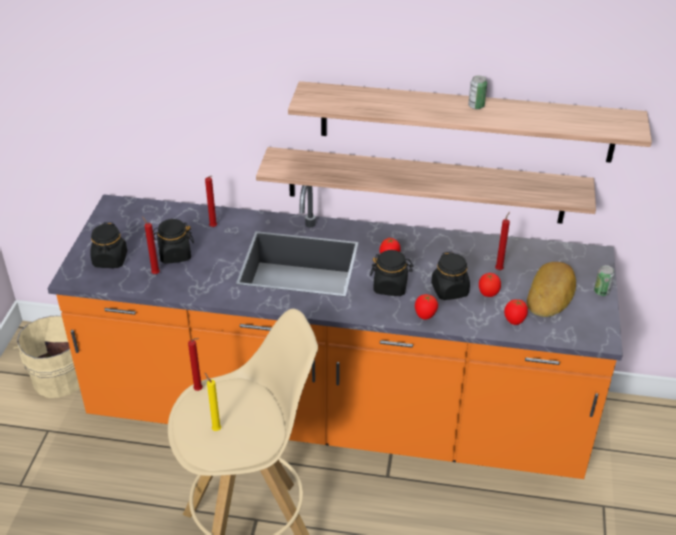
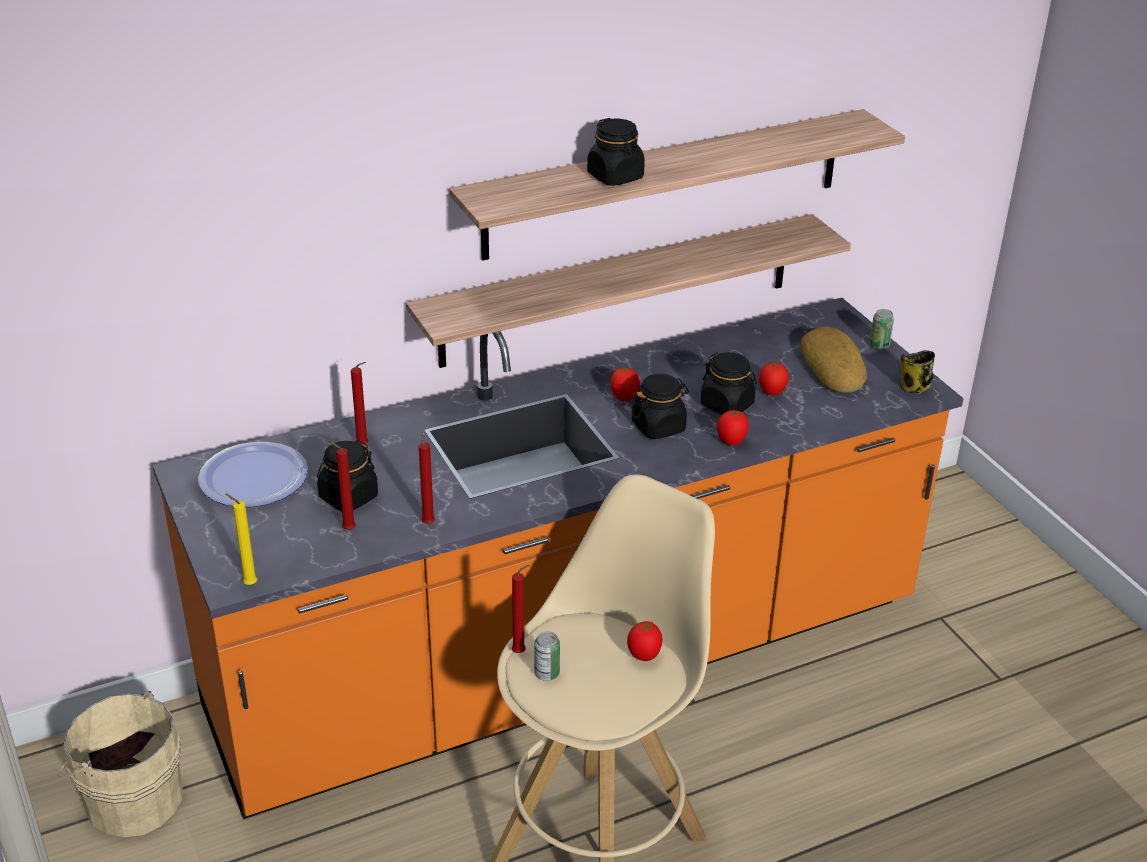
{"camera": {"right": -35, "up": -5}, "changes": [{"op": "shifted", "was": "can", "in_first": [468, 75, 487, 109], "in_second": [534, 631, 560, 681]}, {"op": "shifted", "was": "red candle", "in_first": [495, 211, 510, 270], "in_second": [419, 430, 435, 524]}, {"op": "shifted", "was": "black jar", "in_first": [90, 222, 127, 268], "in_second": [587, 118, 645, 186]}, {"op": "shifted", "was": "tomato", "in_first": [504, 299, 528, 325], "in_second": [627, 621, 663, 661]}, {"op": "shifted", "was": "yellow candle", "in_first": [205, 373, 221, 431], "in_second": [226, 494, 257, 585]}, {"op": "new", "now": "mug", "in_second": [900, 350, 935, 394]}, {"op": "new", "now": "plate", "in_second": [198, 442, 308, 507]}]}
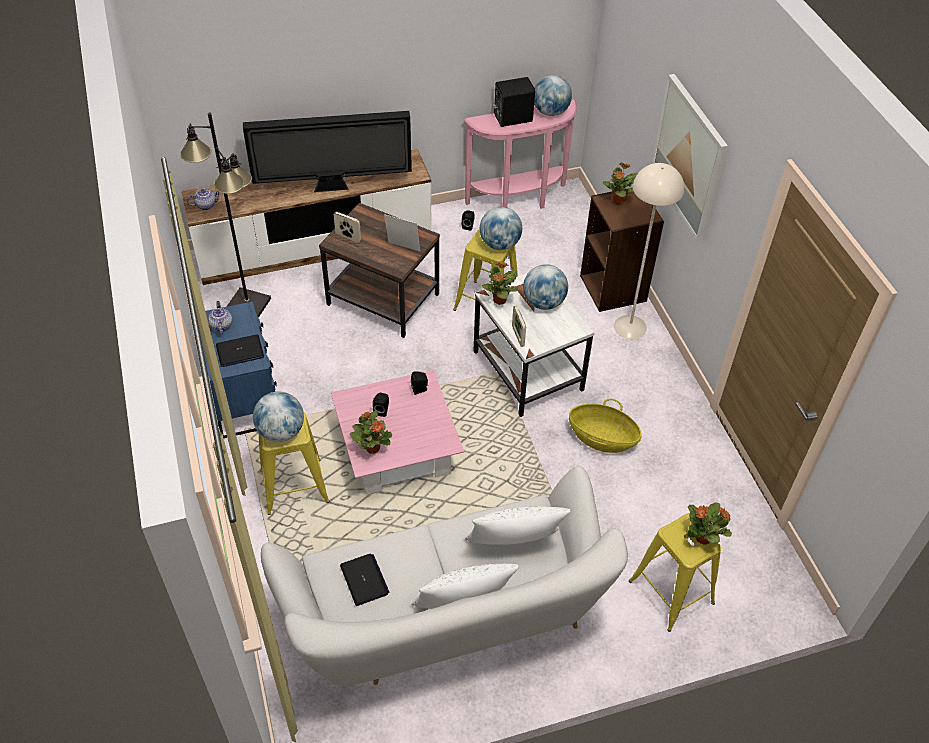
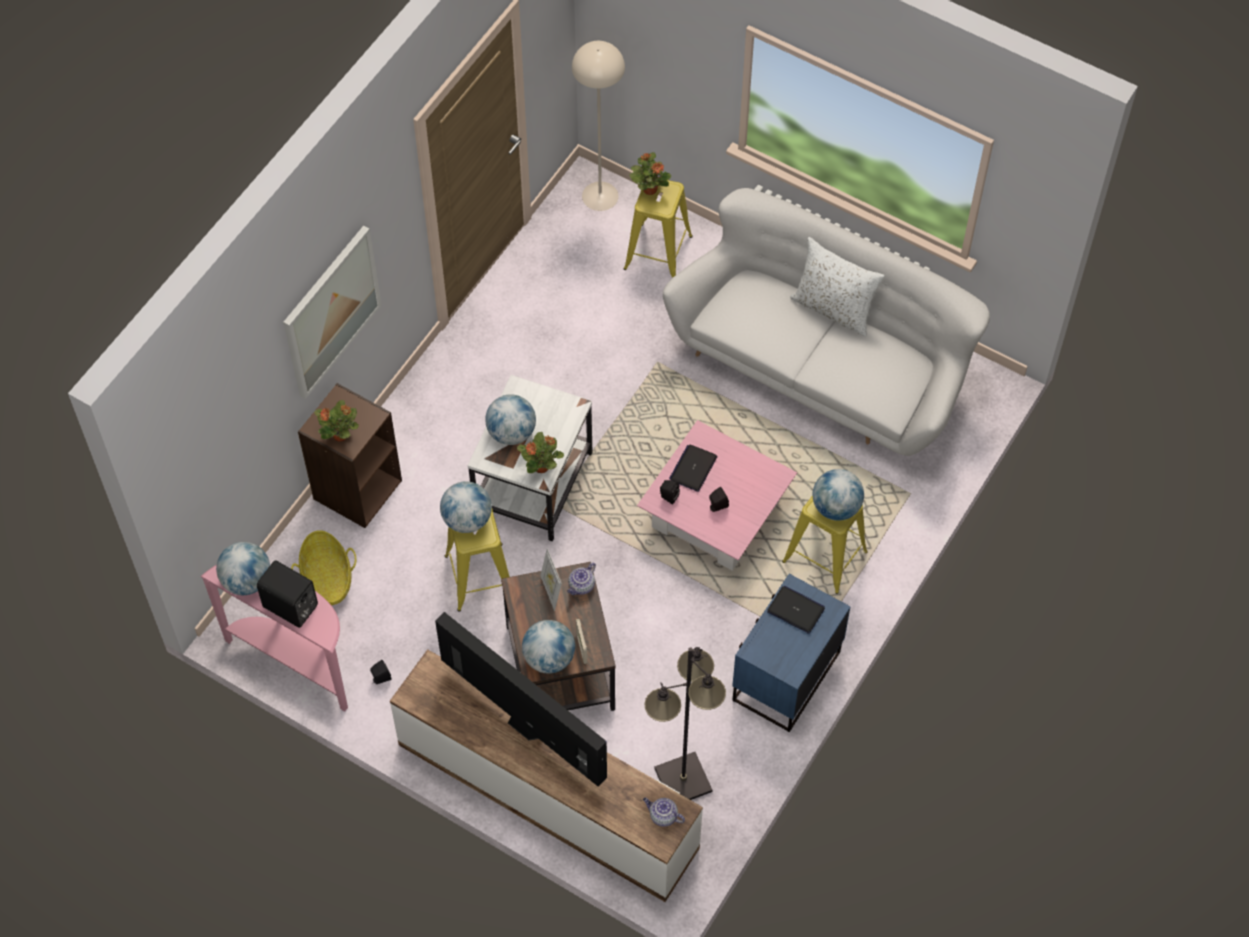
{"camera": {"right": -130, "up": 10}, "changes": [{"op": "shifted", "was": "beige floor lamp", "in_first": [614, 163, 684, 339], "in_second": [572, 41, 625, 211]}, {"op": "shifted", "was": "teapot", "in_first": [208, 301, 232, 334], "in_second": [567, 562, 596, 595]}, {"op": "gone", "was": "picture frame", "in_first": [512, 306, 526, 347]}, {"op": "shifted", "was": "basket", "in_first": [569, 398, 642, 453], "in_second": [291, 530, 356, 605]}, {"op": "gone", "was": "potted plant", "in_first": [350, 411, 392, 453]}, {"op": "gone", "was": "white pillow", "in_first": [465, 506, 571, 545]}, {"op": "shifted", "was": "laptop", "in_first": [340, 554, 390, 606], "in_second": [669, 445, 718, 492]}, {"op": "new", "now": "globe", "in_second": [522, 620, 575, 673]}]}
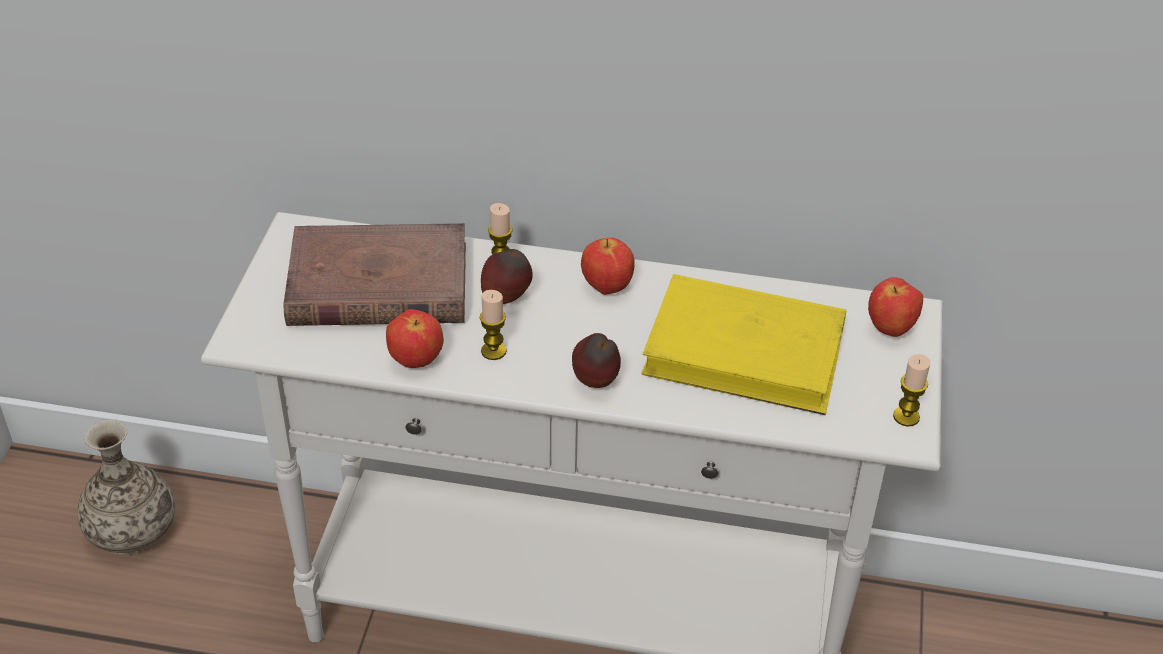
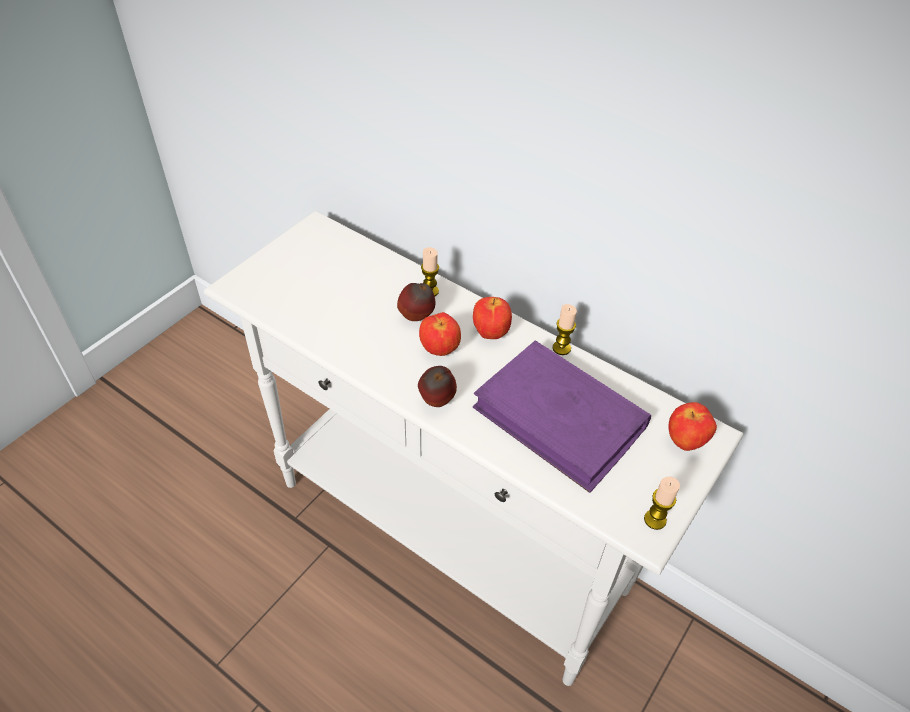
{"camera": {"right": 25, "up": 5}, "changes": [{"op": "gone", "was": "brown book", "in_first": [283, 223, 466, 326]}, {"op": "repainted", "was": "yellow book", "now": "purple book", "in_first": [642, 274, 847, 415], "in_second": [473, 340, 651, 493]}, {"op": "shifted", "was": "candle", "in_first": [480, 290, 507, 360], "in_second": [553, 304, 577, 355]}, {"op": "shifted", "was": "apple", "in_first": [386, 309, 444, 368], "in_second": [419, 312, 461, 356]}, {"op": "gone", "was": "vase", "in_first": [78, 420, 175, 555]}]}
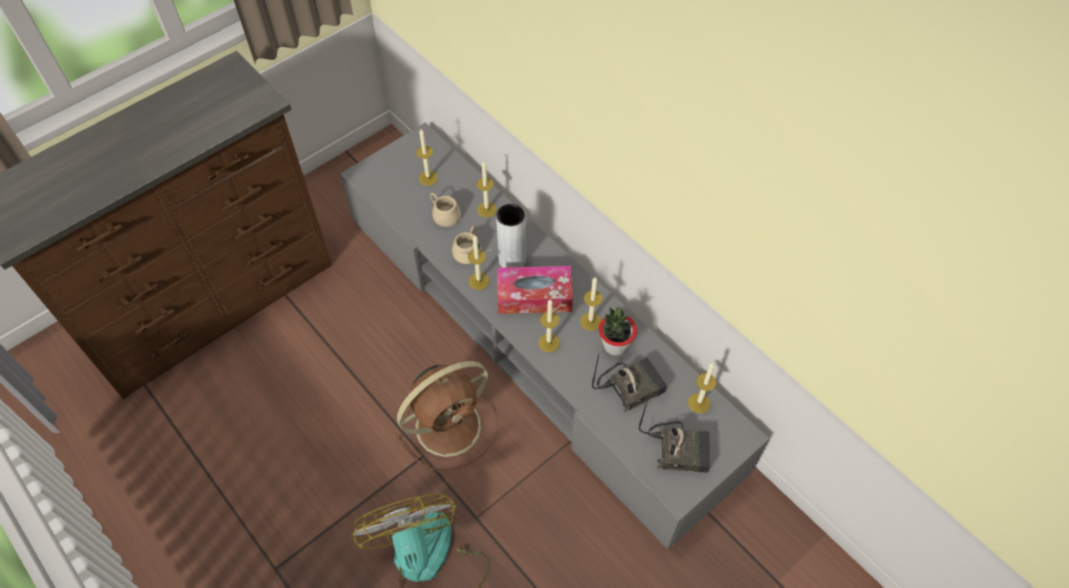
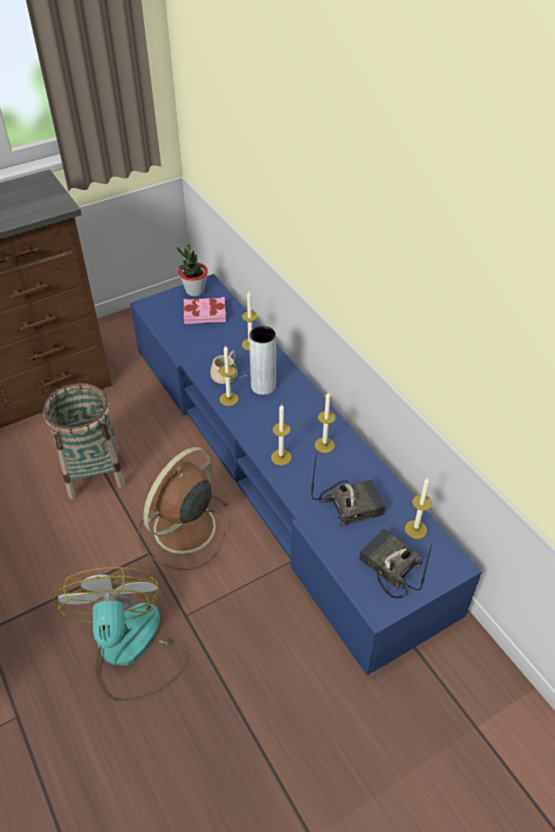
{"camera": {"right": 10, "up": -10}, "changes": [{"op": "repainted", "was": "grey tv stand", "now": "blue tv stand", "in_first": [340, 123, 770, 550], "in_second": [130, 274, 482, 675]}, {"op": "swapped", "was": "candle", "now": "pink book", "in_first": [416, 129, 438, 186], "in_second": [184, 297, 226, 324]}, {"op": "gone", "was": "beige mug", "in_first": [430, 193, 461, 227]}, {"op": "gone", "was": "tissue box", "in_first": [497, 266, 573, 314]}, {"op": "shifted", "was": "potted plant", "in_first": [599, 307, 637, 356], "in_second": [177, 244, 208, 297]}, {"op": "rotated", "was": "brown fan", "in_first": [395, 361, 498, 471], "in_second": [137, 447, 229, 570], "clockwise": 150}, {"op": "rotated", "was": "radio", "in_first": [639, 397, 710, 473], "in_second": [359, 529, 432, 599], "clockwise": -150}, {"op": "new", "now": "basket", "in_second": [43, 383, 126, 500]}]}
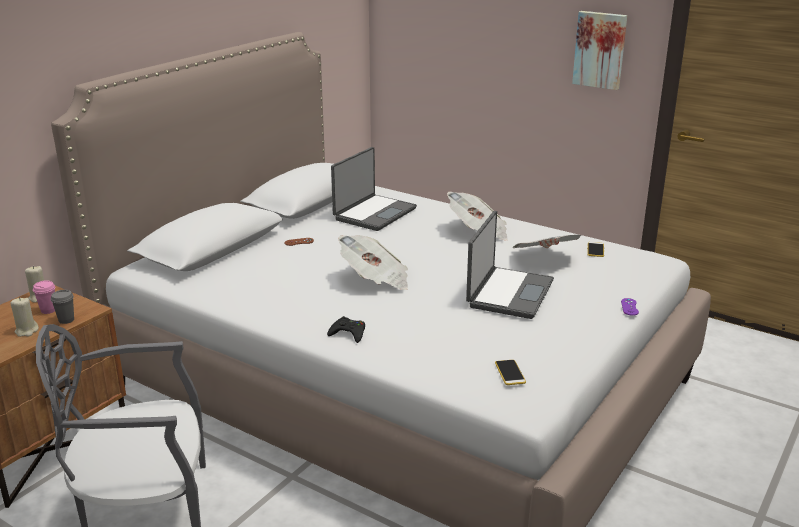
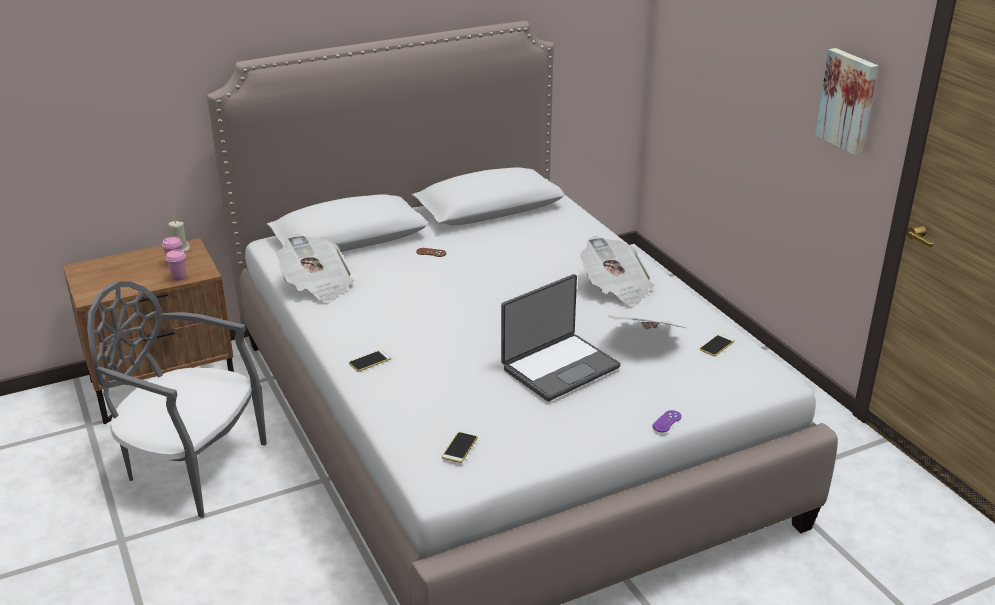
{"camera": {"right": 30, "up": 5}, "changes": [{"op": "gone", "was": "laptop", "in_first": [331, 147, 417, 231]}, {"op": "shifted", "was": "newspaper", "in_first": [338, 235, 408, 290], "in_second": [276, 234, 354, 303]}, {"op": "repainted", "was": "grey cup", "now": "pink cup", "in_first": [51, 290, 74, 324], "in_second": [166, 249, 186, 281]}, {"op": "gone", "was": "beige candle", "in_first": [11, 297, 39, 337]}, {"op": "swapped", "was": "black game controller", "now": "phone", "in_first": [327, 316, 365, 343], "in_second": [349, 350, 391, 372]}]}
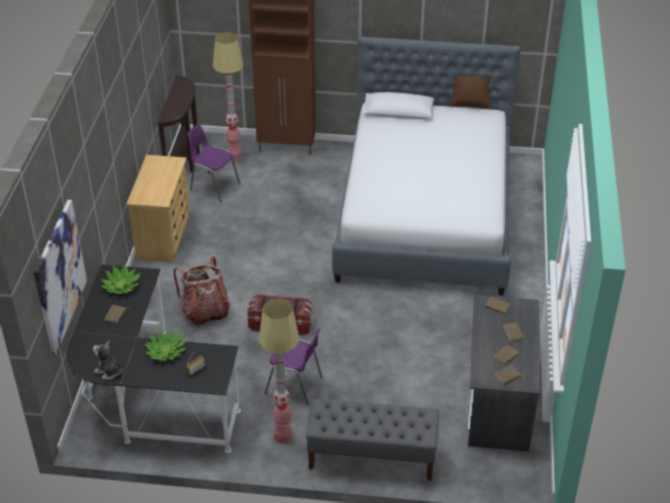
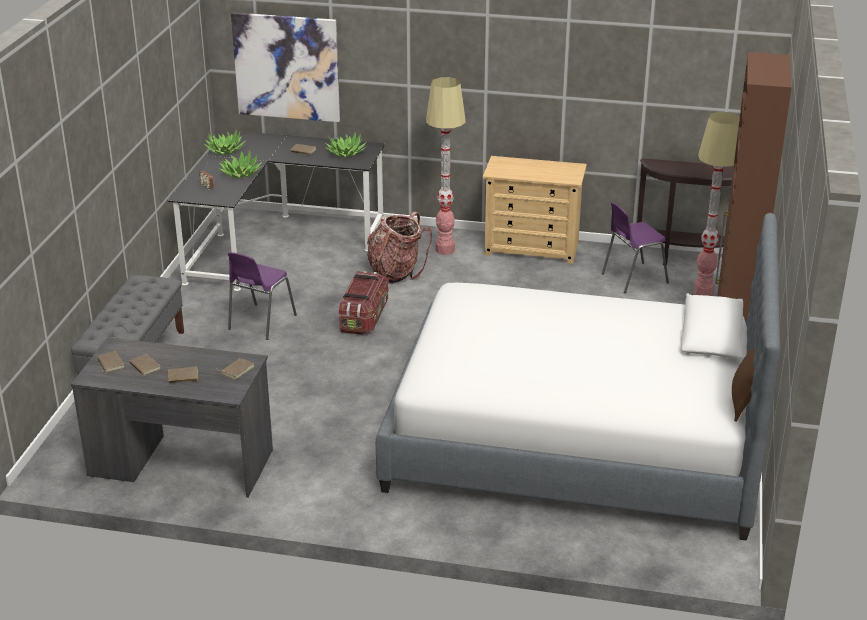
{"camera": {"right": 95, "up": -10}, "changes": [{"op": "rotated", "was": "purple chair", "in_first": [187, 124, 240, 203], "in_second": [602, 202, 669, 293], "clockwise": -150}, {"op": "shifted", "was": "floor lamp", "in_first": [259, 298, 300, 444], "in_second": [426, 77, 466, 255]}, {"op": "swapped", "was": "plush toy", "now": "potted plant", "in_first": [93, 340, 123, 380], "in_second": [204, 131, 246, 154]}]}
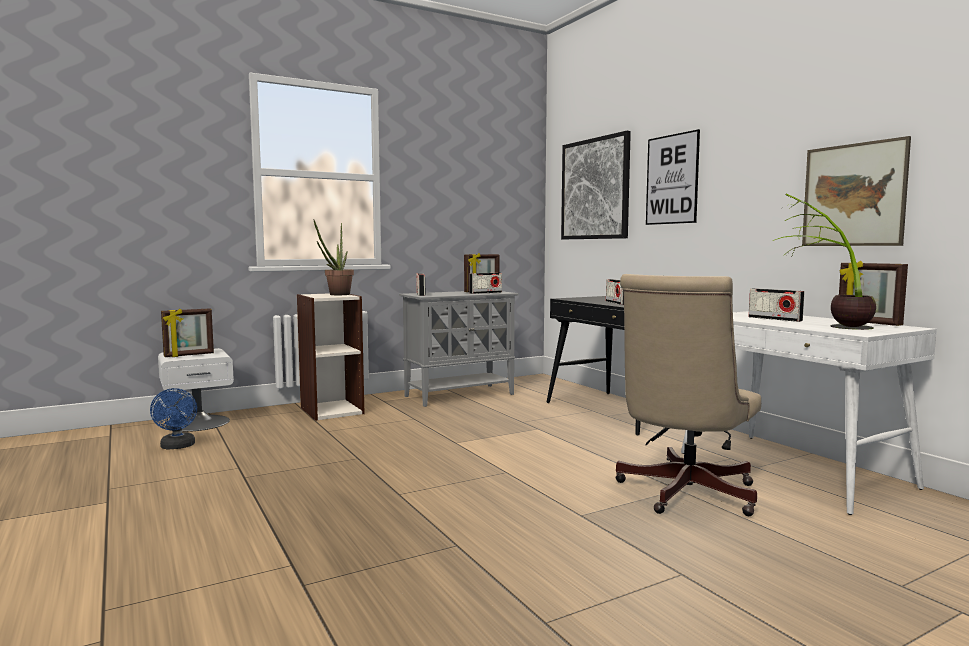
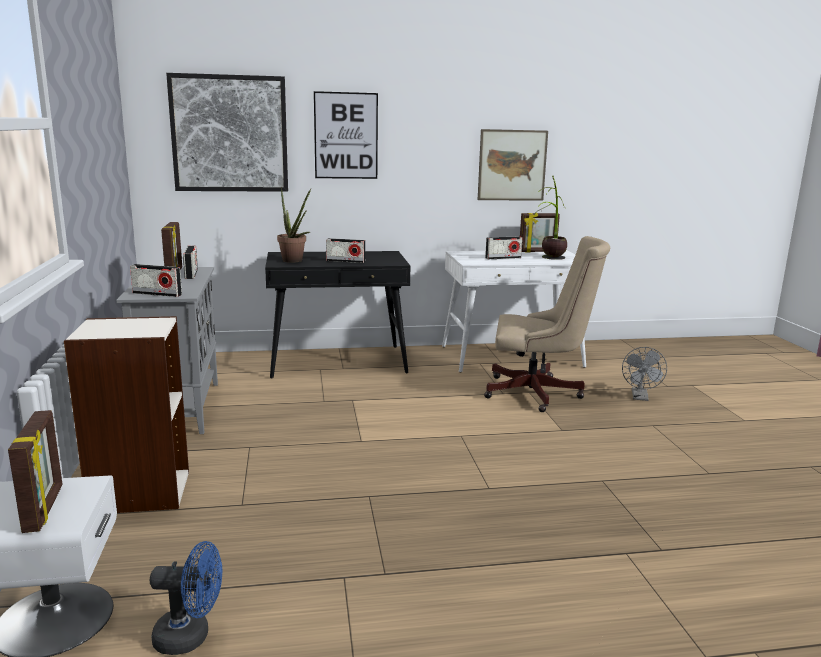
{"camera": {"right": -70, "up": 10}, "changes": [{"op": "shifted", "was": "potted plant", "in_first": [313, 219, 354, 295], "in_second": [277, 187, 311, 262]}, {"op": "rotated", "was": "beige office chair", "in_first": [615, 274, 761, 516], "in_second": [484, 236, 610, 412], "clockwise": -45}, {"op": "new", "now": "grey fan", "in_second": [622, 347, 667, 401]}]}
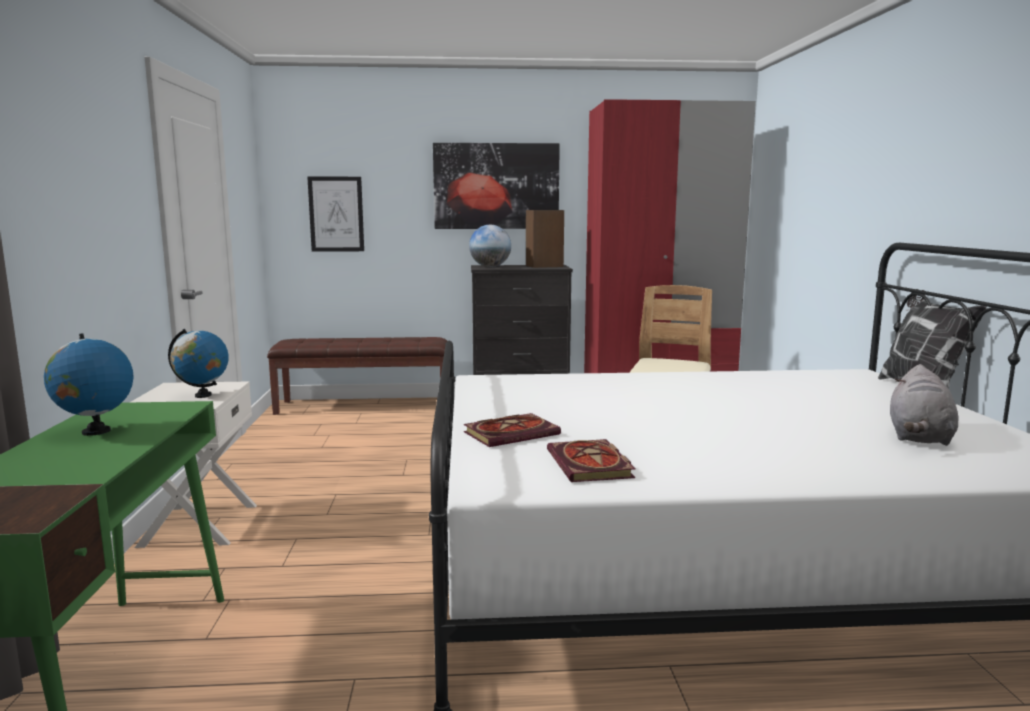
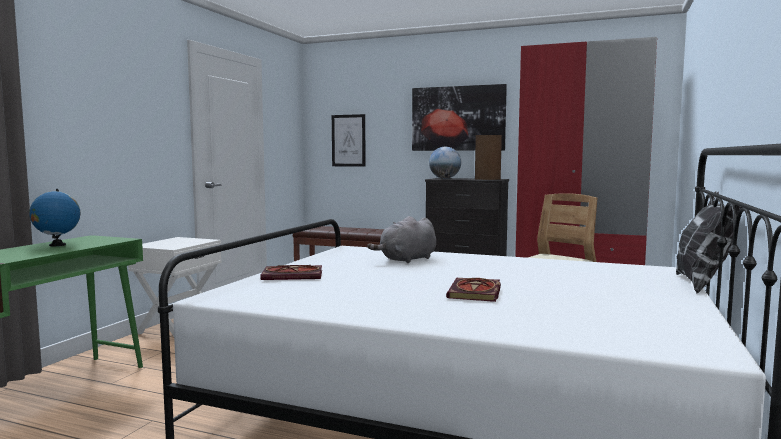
{"camera": {"right": 25, "up": -5}, "changes": [{"op": "gone", "was": "globe", "in_first": [168, 329, 229, 398]}, {"op": "shifted", "was": "grey plush toy", "in_first": [890, 364, 959, 446], "in_second": [367, 216, 436, 263]}, {"op": "shifted", "was": "book", "in_first": [547, 439, 635, 482], "in_second": [446, 278, 501, 302]}]}
